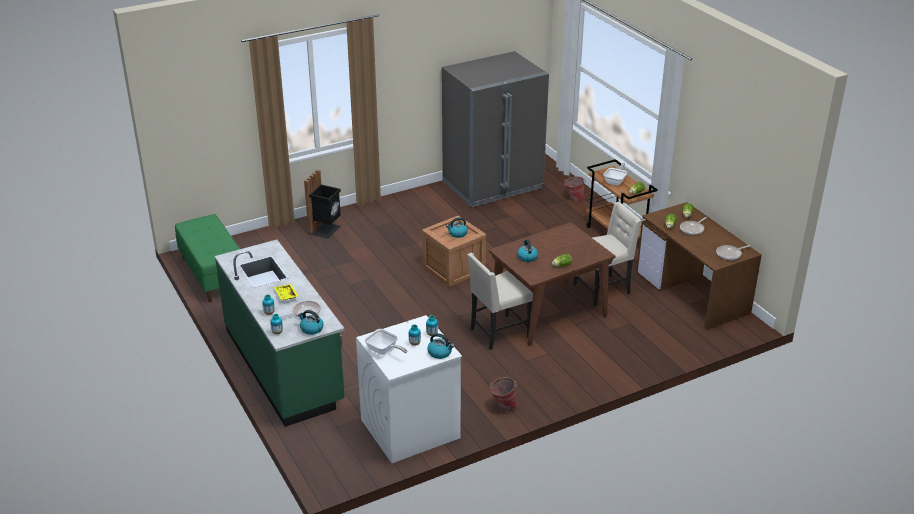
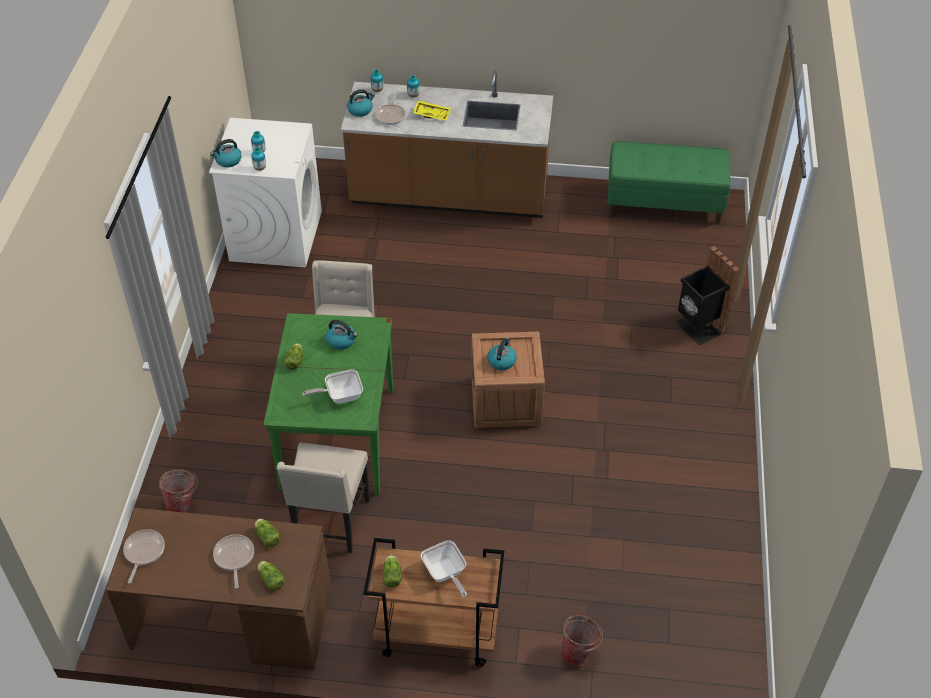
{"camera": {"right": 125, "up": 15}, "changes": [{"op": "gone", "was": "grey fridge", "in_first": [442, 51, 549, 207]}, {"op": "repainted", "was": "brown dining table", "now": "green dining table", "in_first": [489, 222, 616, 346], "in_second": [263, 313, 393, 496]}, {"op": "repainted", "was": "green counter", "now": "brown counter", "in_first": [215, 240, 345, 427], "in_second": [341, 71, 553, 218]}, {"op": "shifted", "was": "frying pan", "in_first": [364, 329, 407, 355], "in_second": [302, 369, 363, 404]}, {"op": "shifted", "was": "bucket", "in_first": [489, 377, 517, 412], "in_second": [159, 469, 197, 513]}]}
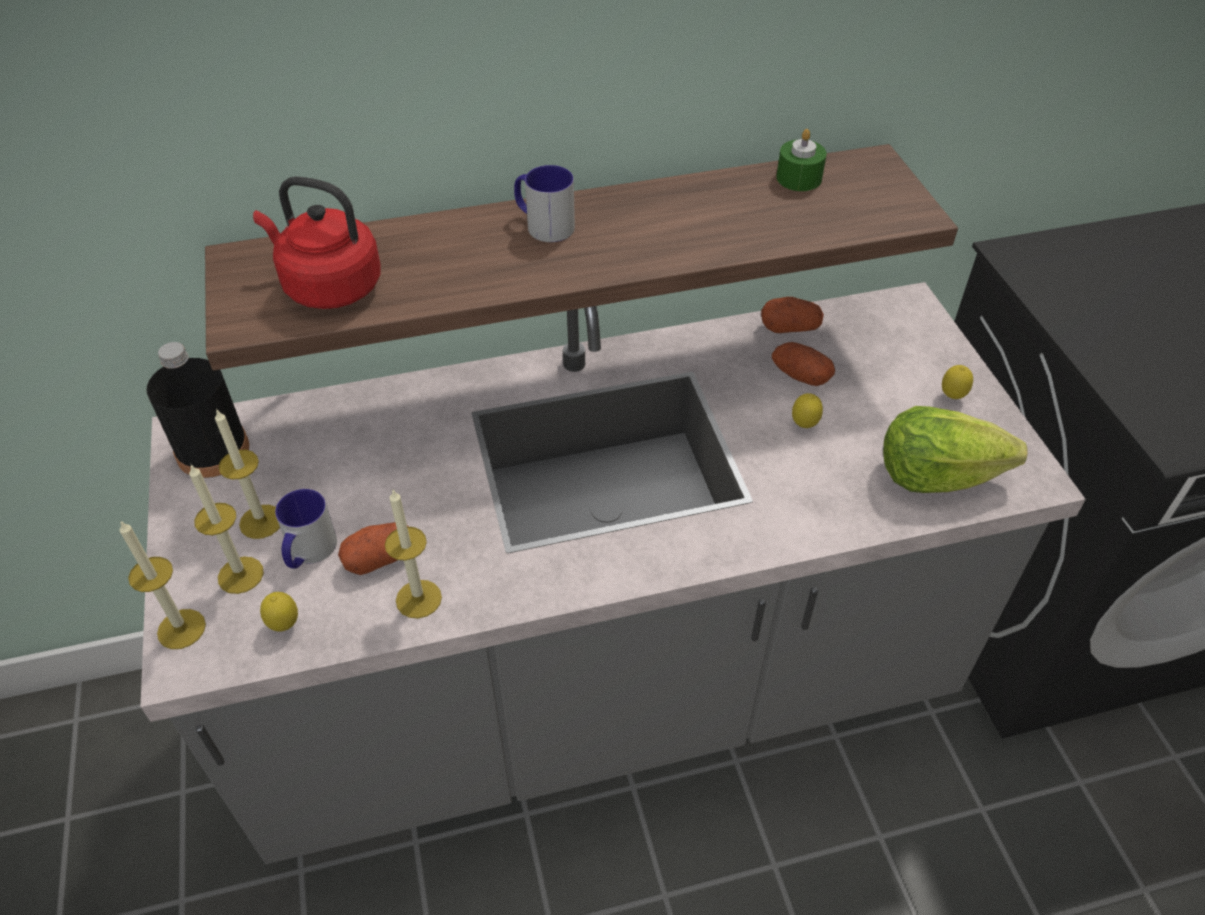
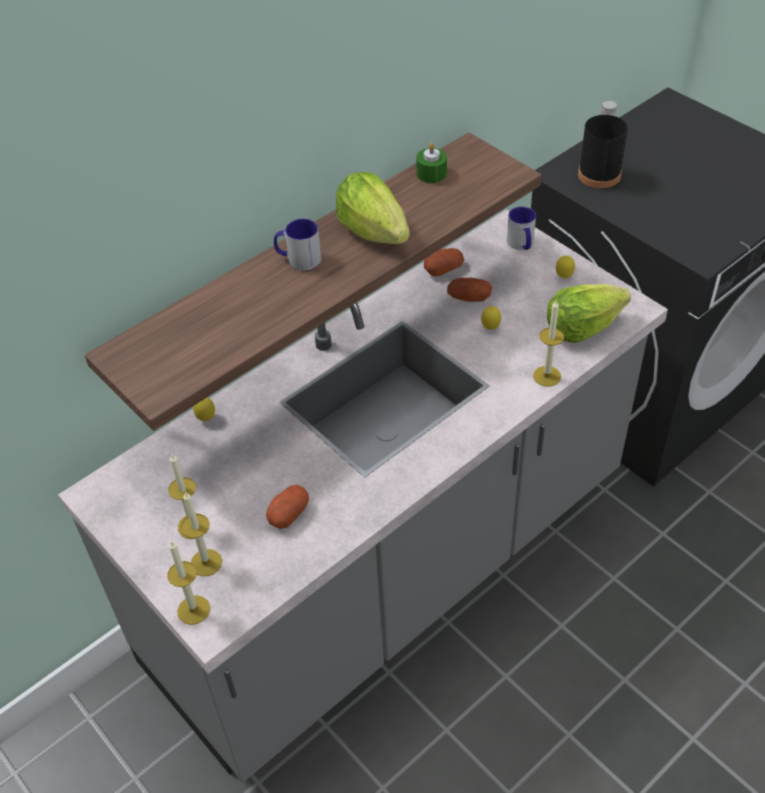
{"camera": {"right": -25, "up": 0}, "changes": [{"op": "gone", "was": "red kettle", "in_first": [253, 176, 381, 309]}, {"op": "shifted", "was": "black bottle", "in_first": [146, 342, 249, 478], "in_second": [578, 101, 628, 189]}, {"op": "shifted", "was": "mug", "in_first": [275, 489, 337, 569], "in_second": [507, 207, 536, 250]}, {"op": "shifted", "was": "candle", "in_first": [385, 490, 442, 619], "in_second": [533, 301, 564, 387]}, {"op": "shifted", "was": "lemon", "in_first": [260, 592, 298, 632], "in_second": [193, 397, 215, 421]}, {"op": "new", "now": "lettuce", "in_second": [336, 172, 410, 244]}]}
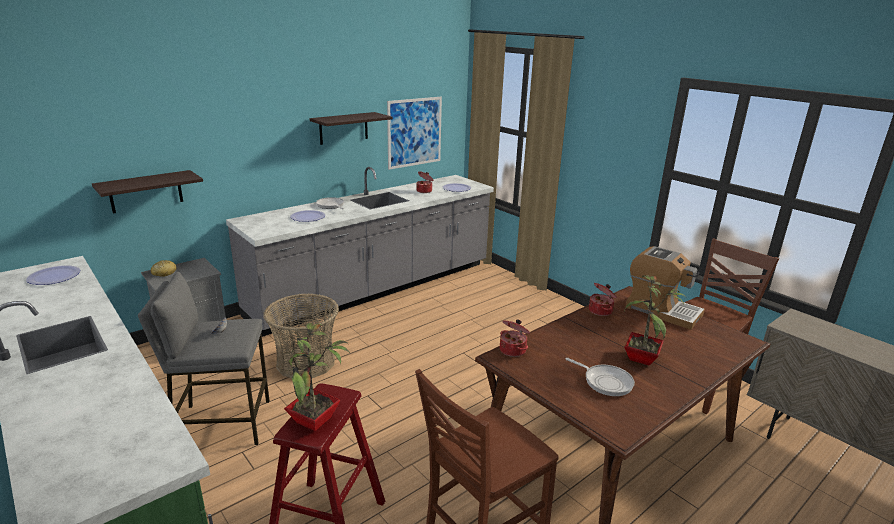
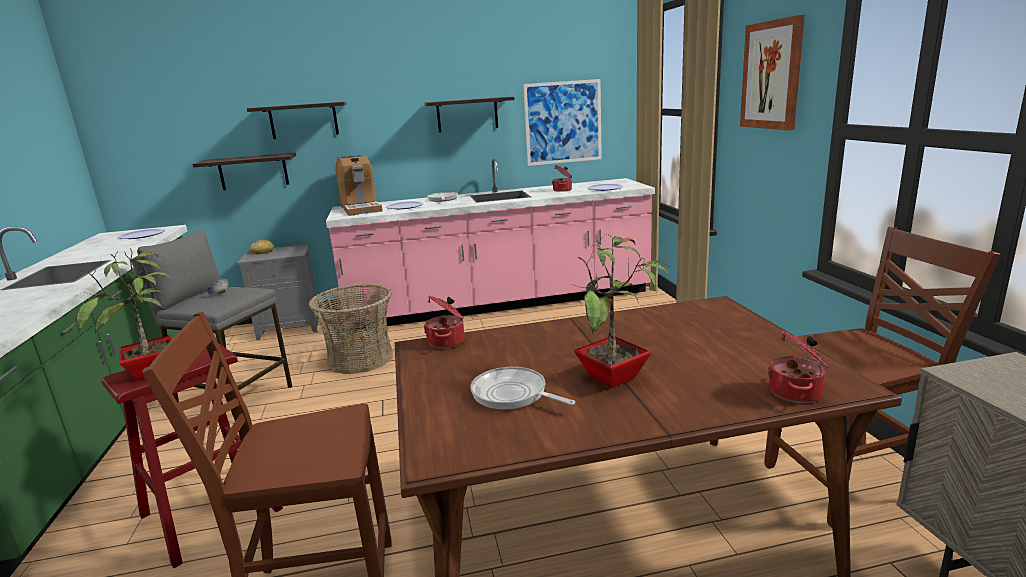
{"camera": {"right": 30, "up": -5}, "changes": [{"op": "repainted", "was": "grey counter", "now": "pink counter", "in_first": [226, 167, 494, 337], "in_second": [326, 159, 655, 330]}, {"op": "shifted", "was": "coffee machine", "in_first": [625, 246, 705, 330], "in_second": [336, 155, 383, 216]}, {"op": "shifted", "was": "cooking pot", "in_first": [589, 283, 617, 316], "in_second": [767, 330, 829, 403]}, {"op": "rotated", "was": "frying pan", "in_first": [566, 358, 635, 396], "in_second": [471, 367, 575, 410], "clockwise": 150}, {"op": "new", "now": "picture", "in_second": [740, 15, 805, 130]}, {"op": "new", "now": "shelf", "in_second": [247, 102, 347, 139]}]}
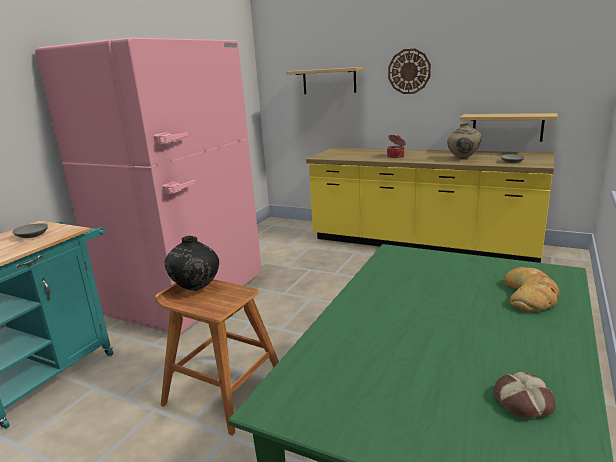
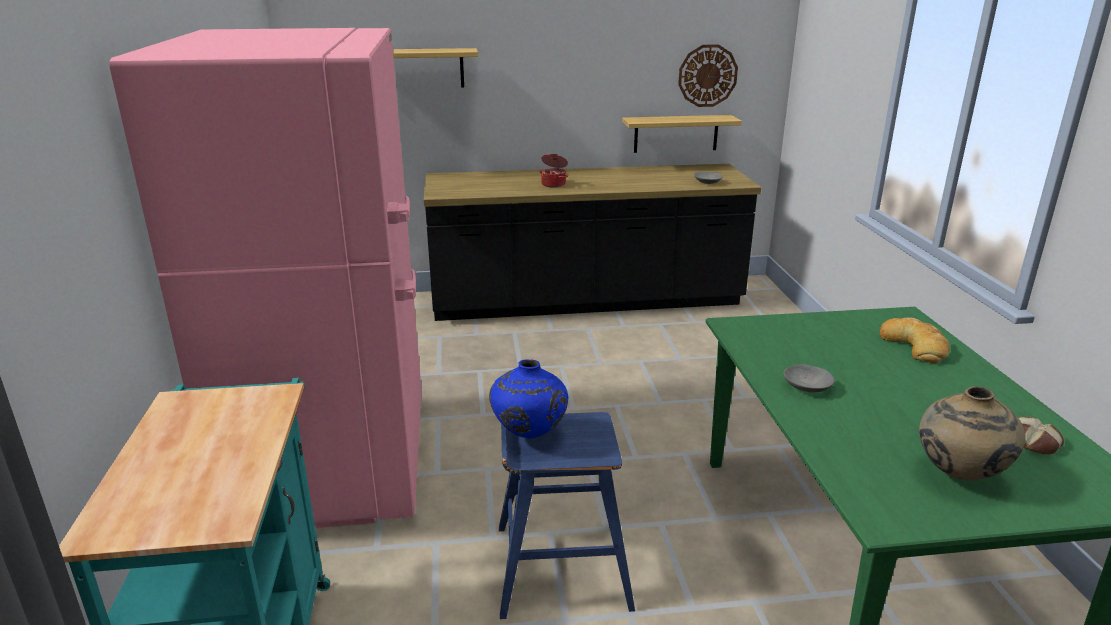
{"camera": {"right": -35, "up": 5}, "changes": [{"op": "shifted", "was": "wall clock", "in_first": [388, 49, 431, 94], "in_second": [678, 44, 738, 107]}, {"op": "shifted", "was": "beige vase", "in_first": [447, 123, 482, 159], "in_second": [919, 386, 1025, 481]}, {"op": "repainted", "was": "yellow counter", "now": "black counter", "in_first": [306, 147, 554, 263], "in_second": [423, 164, 761, 321]}, {"op": "shifted", "was": "grey bowl", "in_first": [12, 223, 48, 238], "in_second": [784, 364, 834, 392]}, {"op": "repainted", "was": "black vase", "now": "blue vase", "in_first": [165, 236, 219, 291], "in_second": [489, 359, 568, 438]}, {"op": "repainted", "was": "brown stool", "now": "blue stool", "in_first": [155, 279, 279, 436], "in_second": [499, 412, 635, 619]}]}
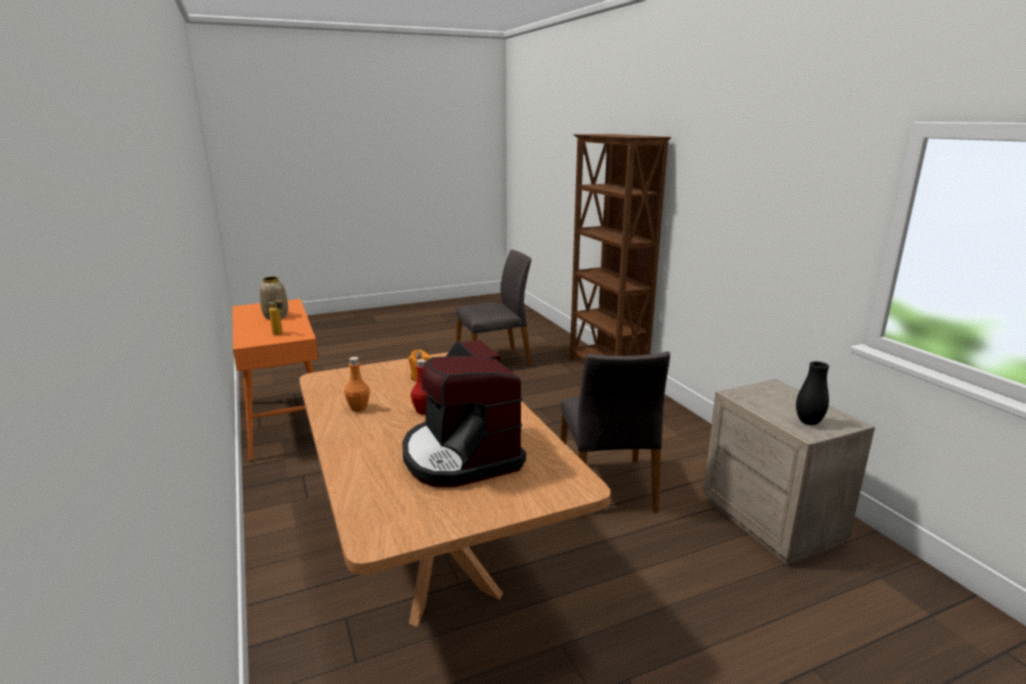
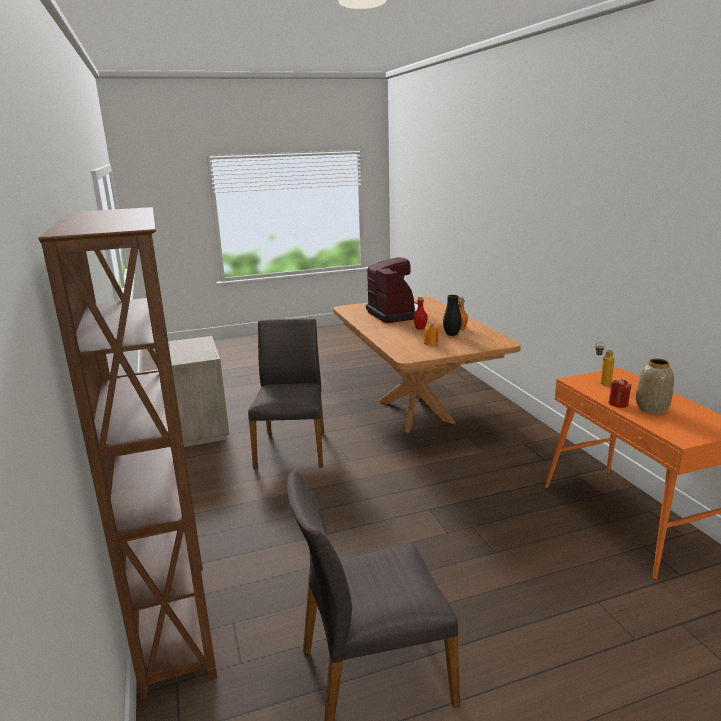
{"camera": {"right": -175, "up": 0}, "changes": [{"op": "shifted", "was": "black vase", "in_first": [796, 361, 829, 425], "in_second": [443, 295, 462, 336]}, {"op": "new", "now": "red candle", "in_second": [608, 379, 632, 408]}]}
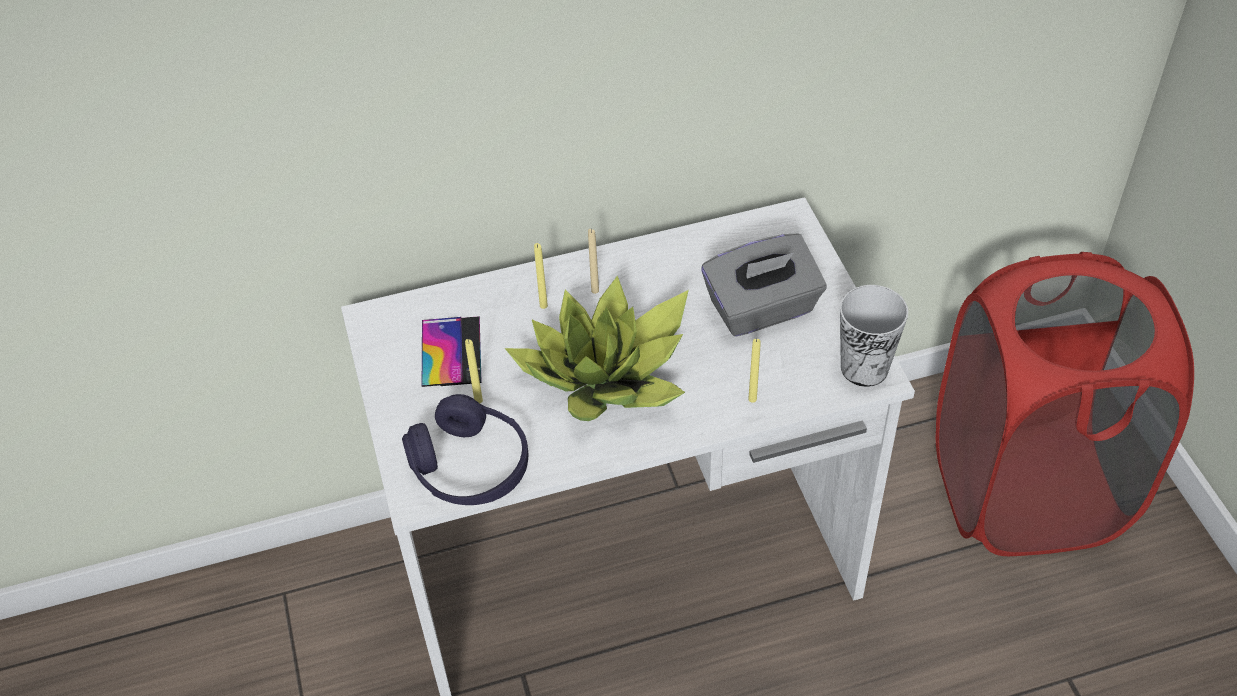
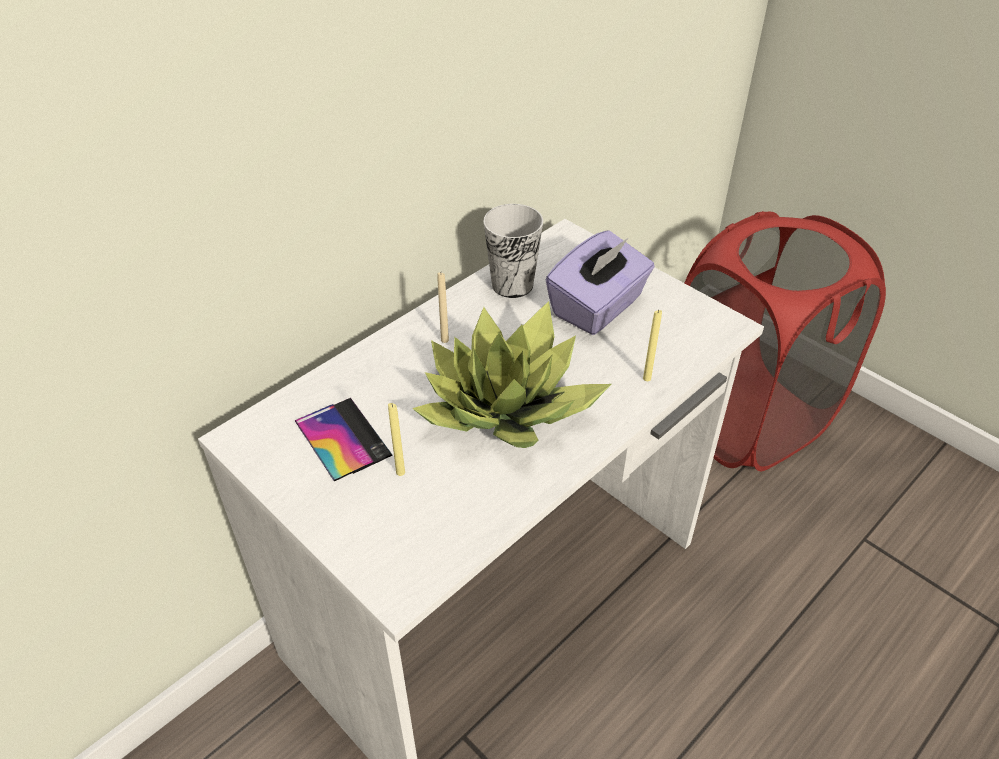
{"camera": {"right": -30, "up": -5}, "changes": [{"op": "repainted", "was": "grey tissue box", "now": "purple tissue box", "in_first": [701, 234, 827, 337], "in_second": [546, 230, 655, 335]}, {"op": "gone", "was": "yellow candle", "in_first": [534, 243, 548, 309]}, {"op": "shifted", "was": "cup", "in_first": [840, 285, 908, 387], "in_second": [483, 204, 543, 298]}, {"op": "gone", "was": "purple headphones", "in_first": [402, 394, 528, 505]}]}
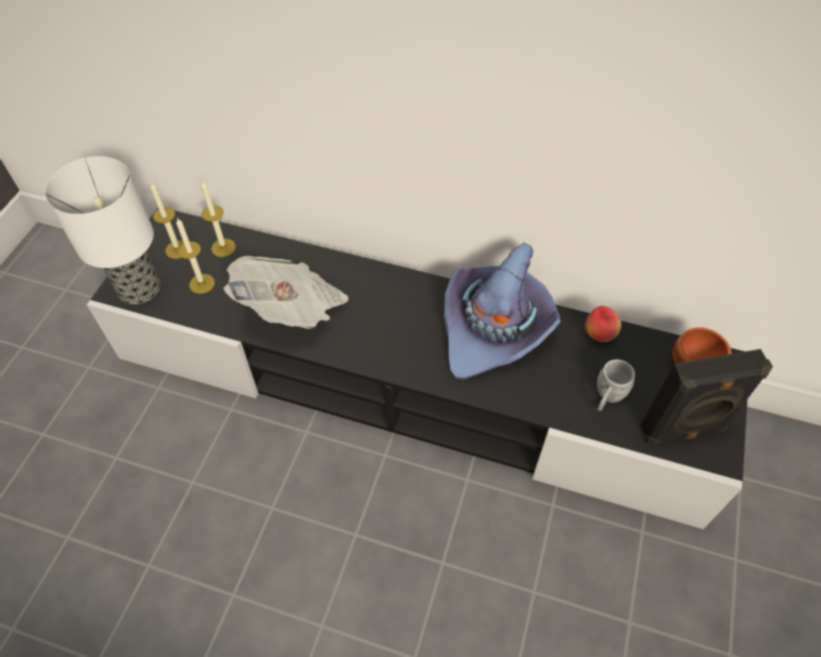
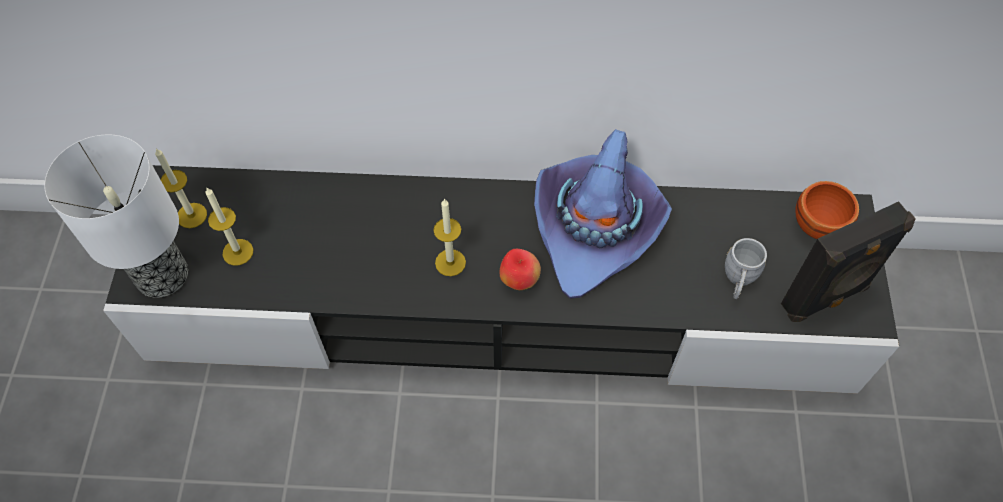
{"camera": {"right": -15, "up": 5}, "changes": [{"op": "shifted", "was": "candle", "in_first": [201, 180, 236, 257], "in_second": [433, 198, 466, 276]}, {"op": "gone", "was": "newspaper", "in_first": [223, 256, 349, 329]}, {"op": "shifted", "was": "apple", "in_first": [585, 306, 621, 342], "in_second": [500, 249, 541, 290]}]}
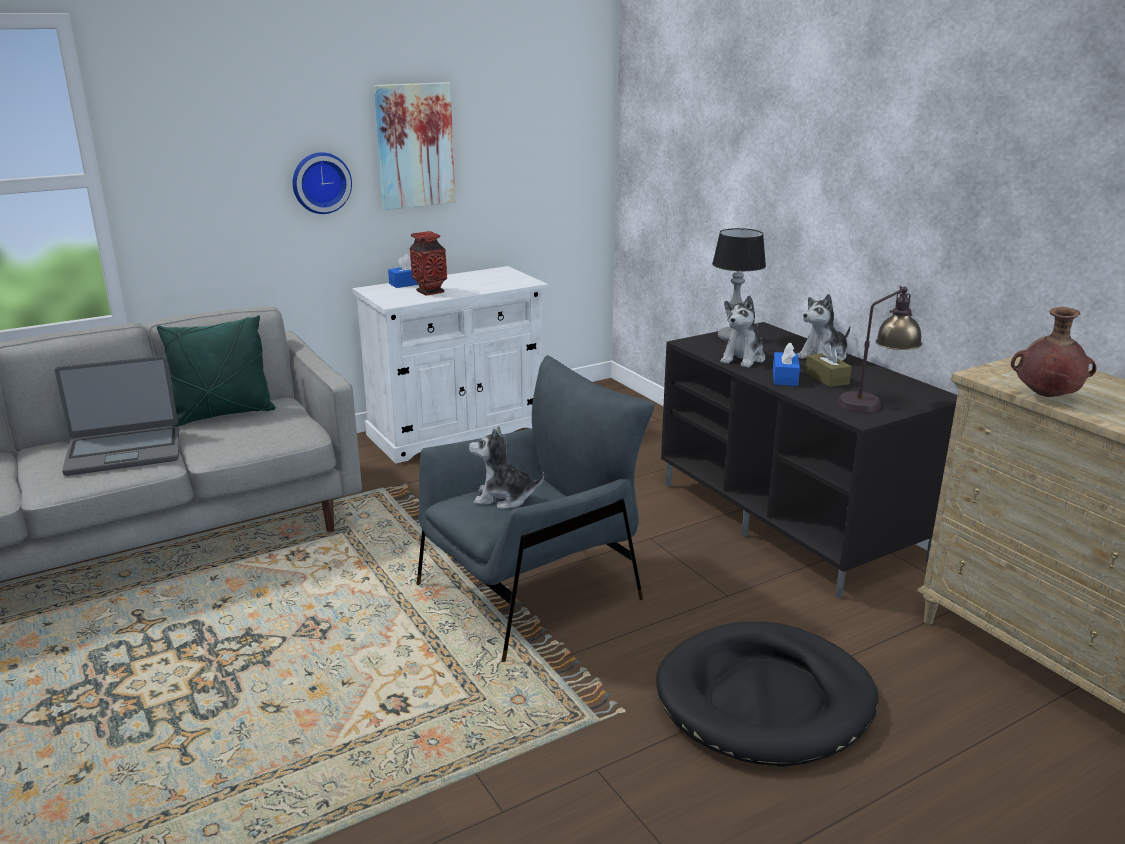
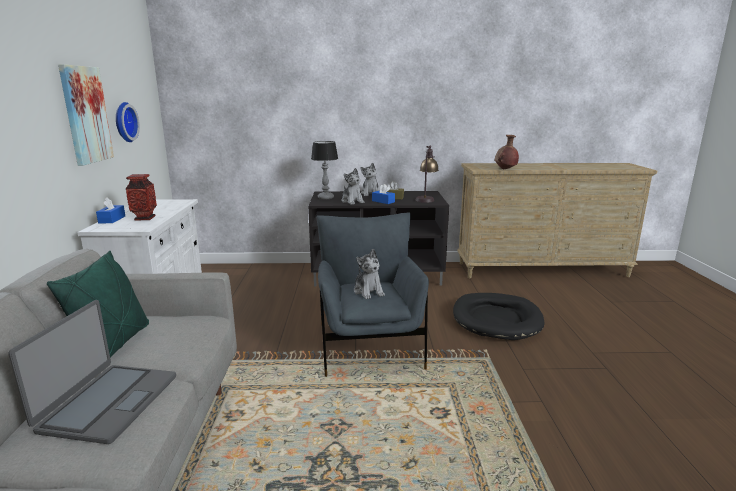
{"camera": {"right": -60, "up": -5}, "changes": [{"op": "shifted", "was": "wall clock", "in_first": [293, 152, 352, 214], "in_second": [116, 102, 140, 142]}, {"op": "rotated", "was": "plush toy", "in_first": [469, 426, 544, 509], "in_second": [354, 249, 385, 299], "clockwise": -60}]}
